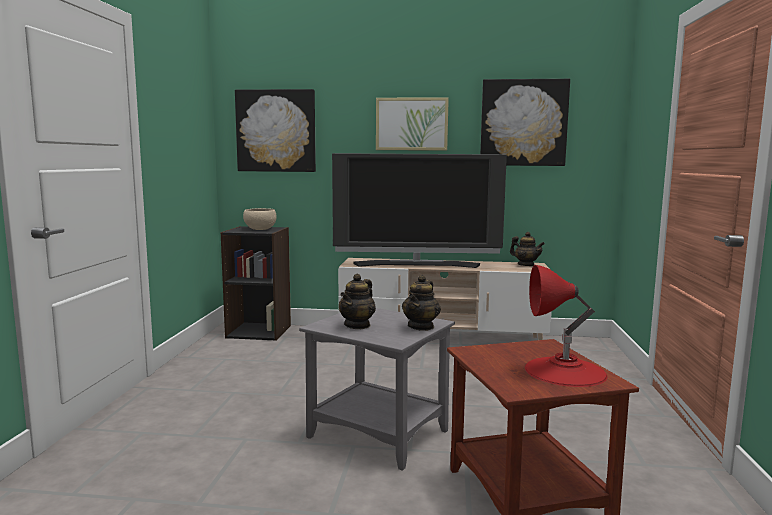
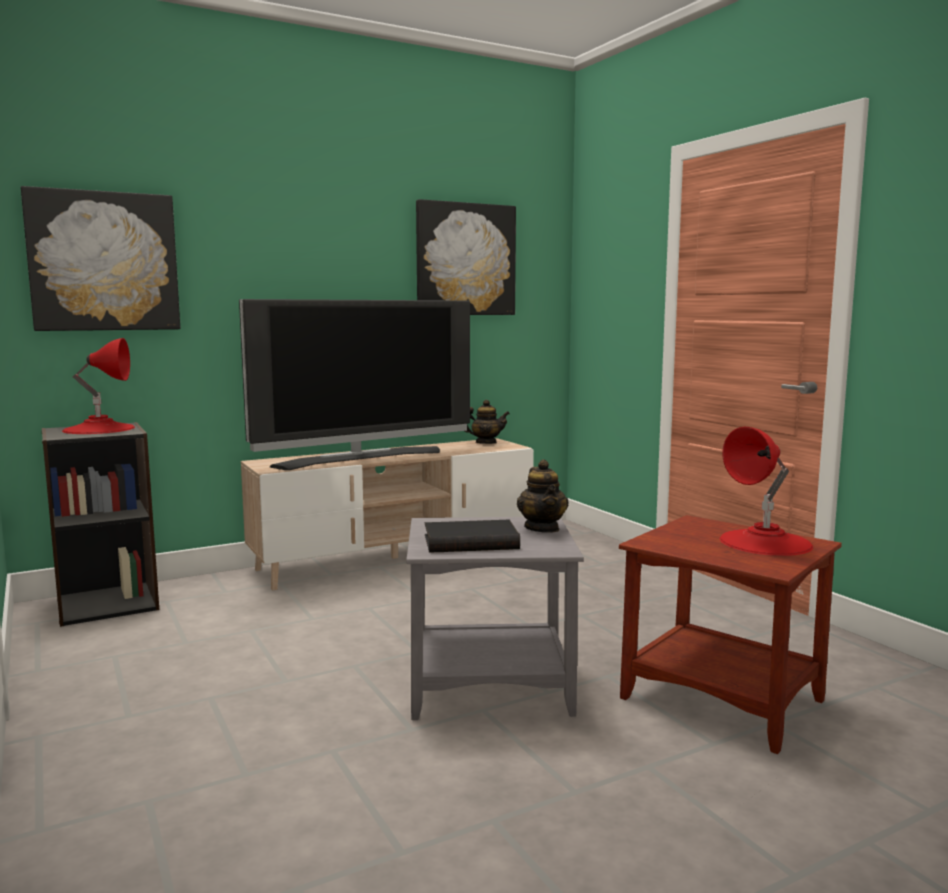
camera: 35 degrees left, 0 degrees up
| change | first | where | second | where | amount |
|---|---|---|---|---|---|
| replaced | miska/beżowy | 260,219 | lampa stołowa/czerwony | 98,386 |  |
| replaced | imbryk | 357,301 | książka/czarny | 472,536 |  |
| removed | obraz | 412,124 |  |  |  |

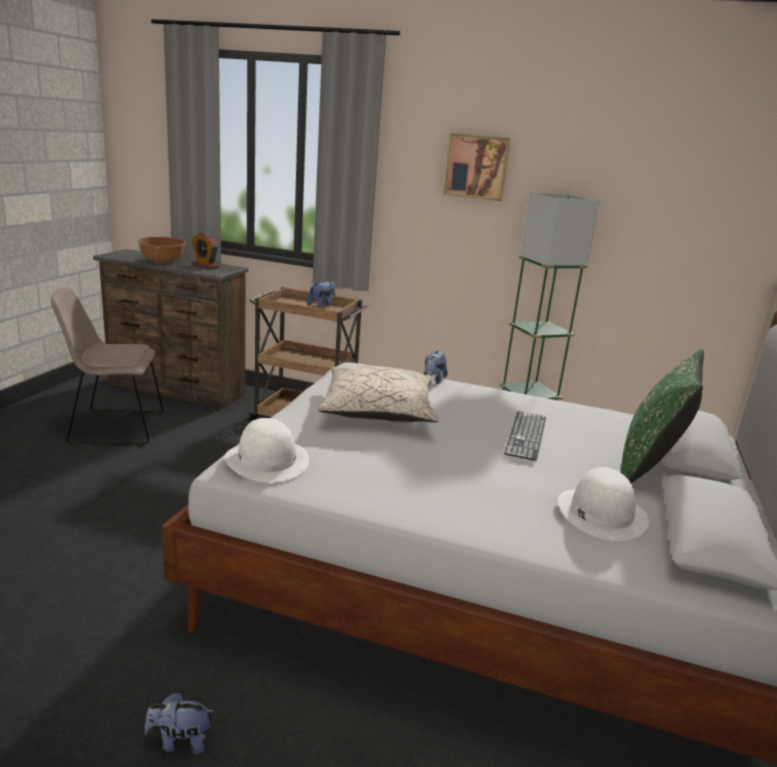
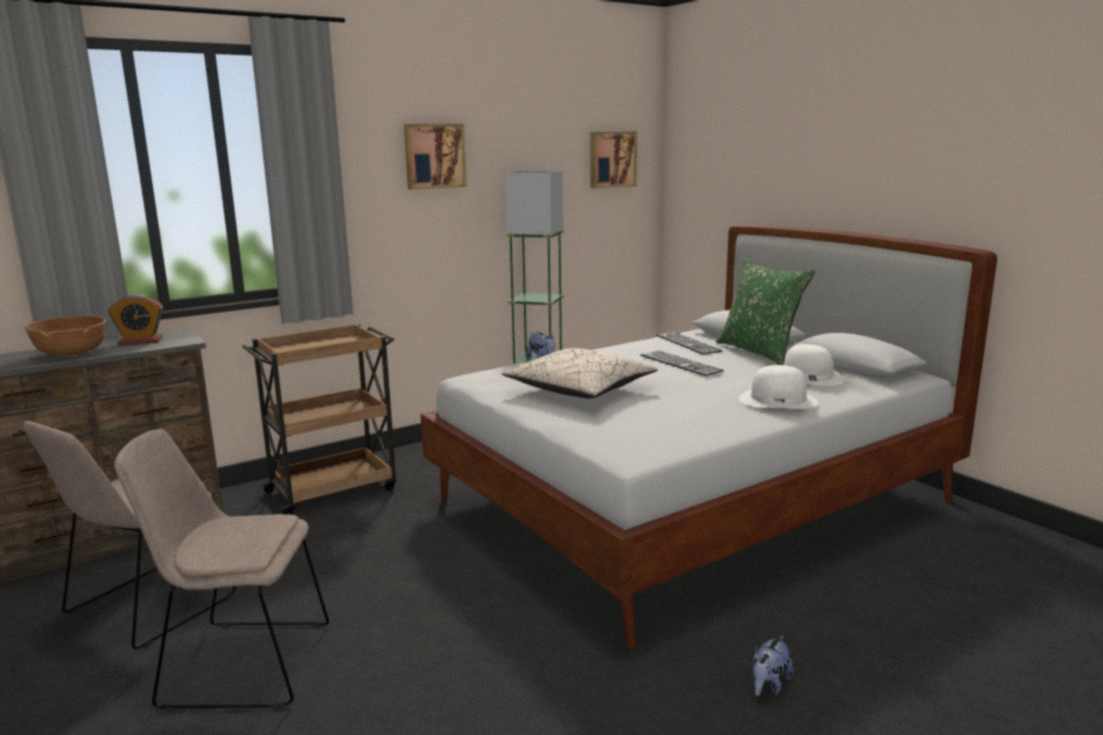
camera: 50 degrees left, 5 degrees down
| change | first | where | second | where | amount |
|---|---|---|---|---|---|
| moved | kapelusz/biały | 267,450 |  | 778,387 |  |
| removed | pluszak | 321,293 |  |  |  |
| added |  |  | krzesło/beżowy | 221,570 |  |
| added |  |  | obraz | 614,160 |  |
| added |  |  | klawiatura | 689,343 |  |

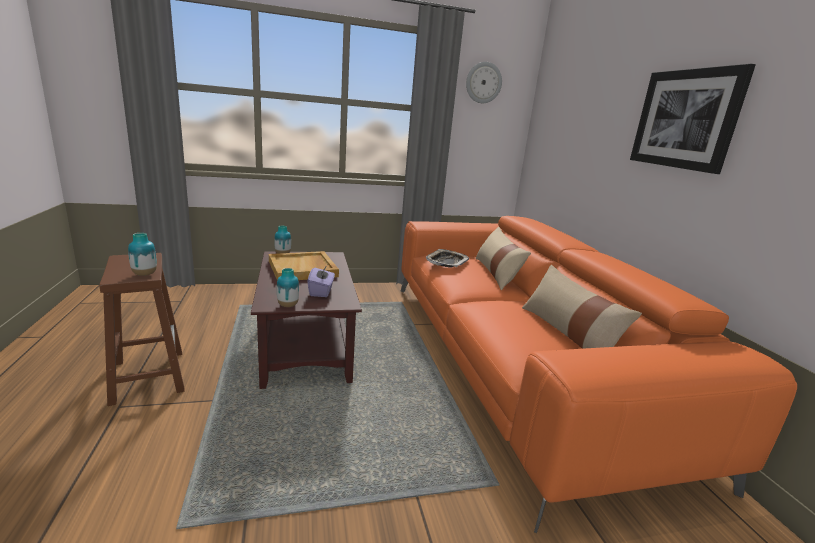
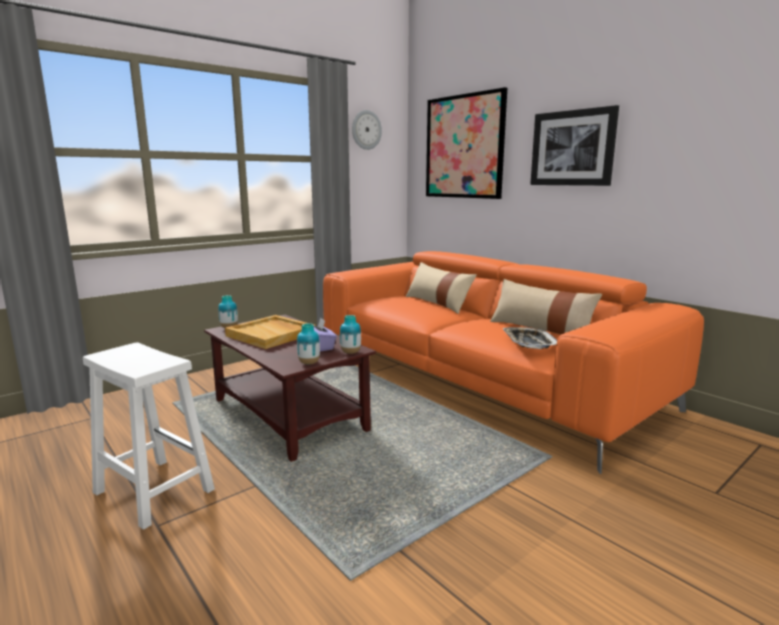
camera: 25 degrees left, 5 degrees down
| change | first | where | second | where | amount |
|---|---|---|---|---|---|
| recoloured | stołek/brązowy | 142,329 | stołek/biały | 149,436 |  |
| moved | wazon | 142,254 |  | 350,334 |  |
| moved | taca | 447,258 |  | 530,338 |  |
| added |  |  | obraz | 466,143 |  |

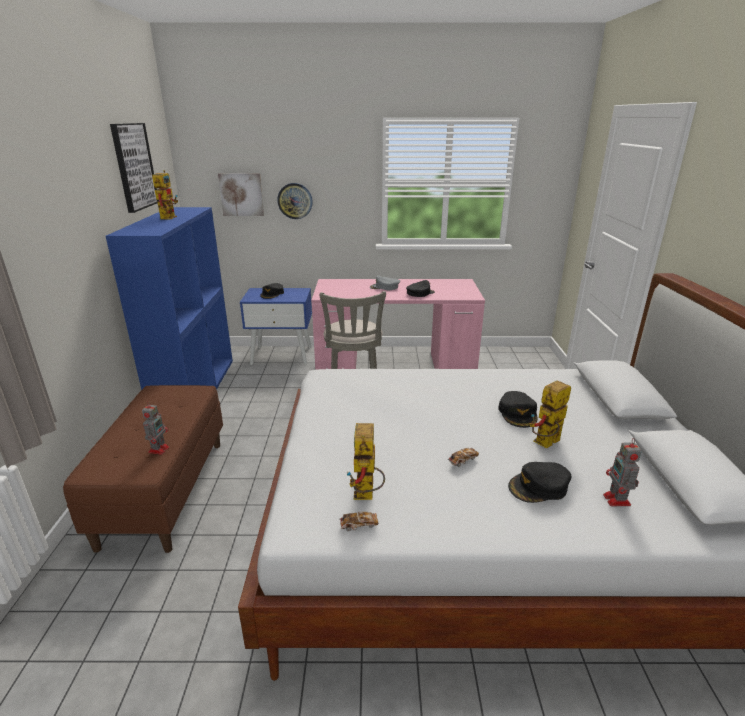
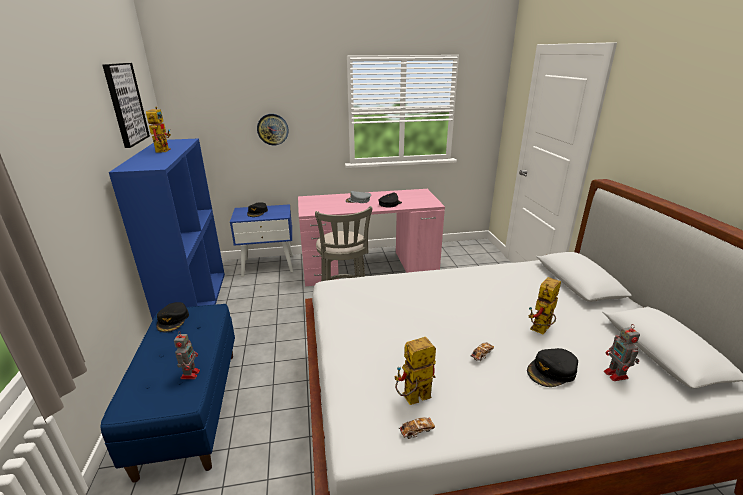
camera: 10 degrees left, 0 degrees up
| change | first | where | second | where | amount |
|---|---|---|---|---|---|
| recoloured | ławka/brązowy | 143,469 | ławka/niebieski | 167,393 |  |
| removed | obraz | 241,194 |  |  |  |
| turned | robot zabawkowy | 366,461 |  | 415,371 | 75 degrees clockwise |
| moved | czapka z daszkiem/czarny | 517,409 |  | 172,317 |  |

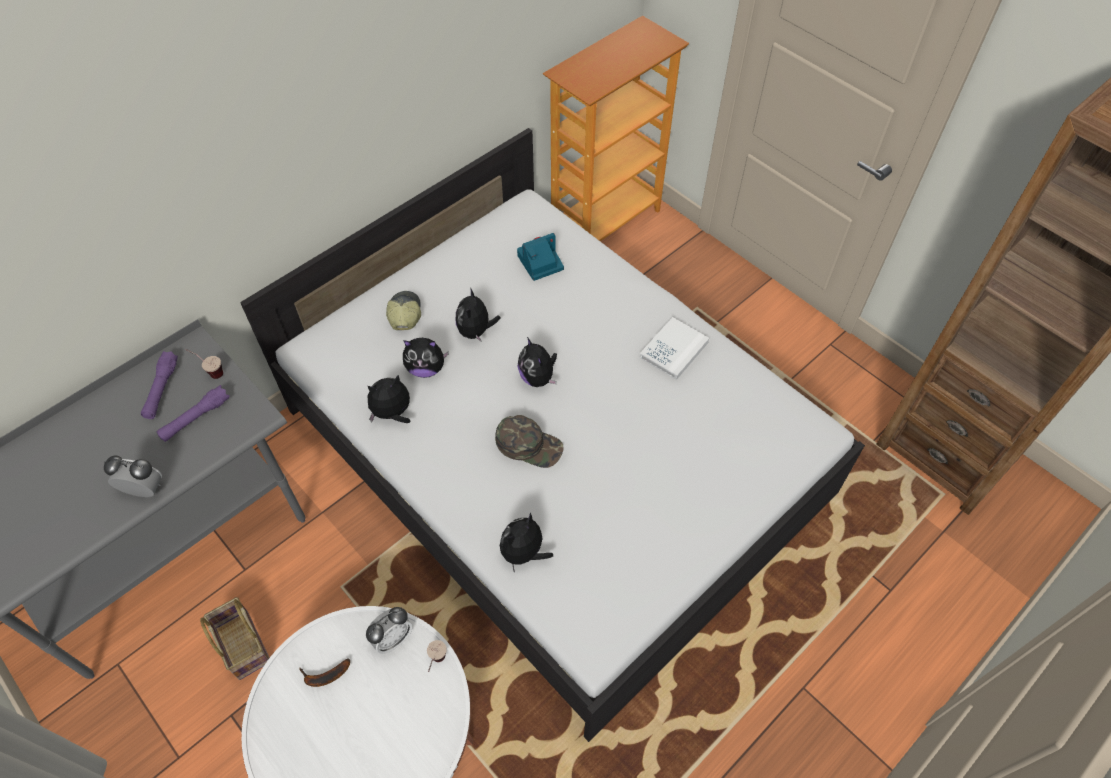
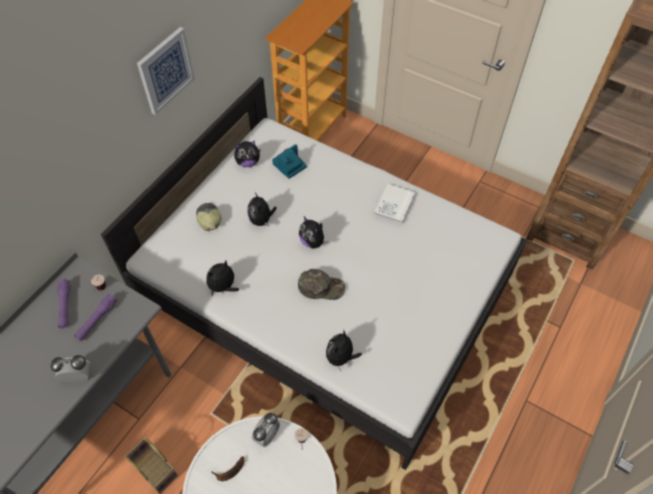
camera: 15 degrees left, 0 degrees up
| change | first | where | second | where | amount |
|---|---|---|---|---|---|
| moved | pluszak | 426,358 |  | 247,154 |  |
| added |  |  | obraz | 166,71 |  |

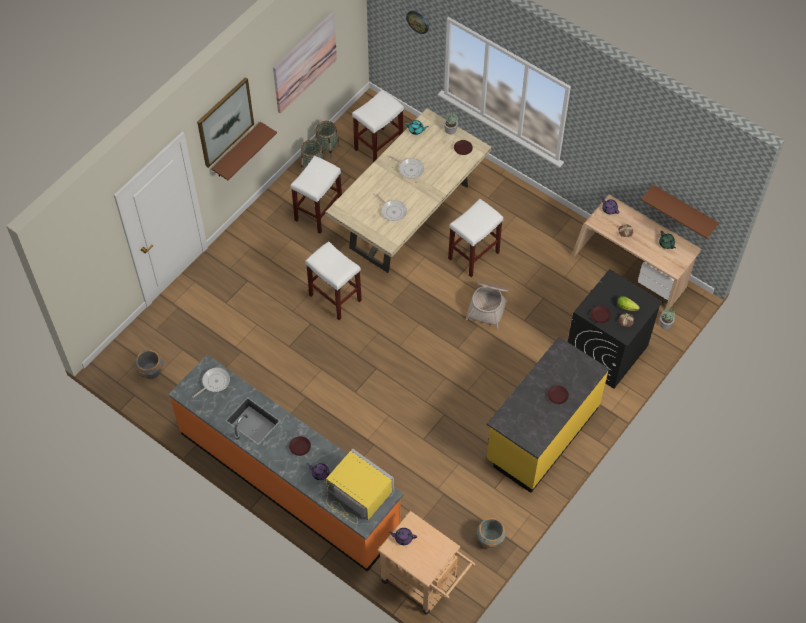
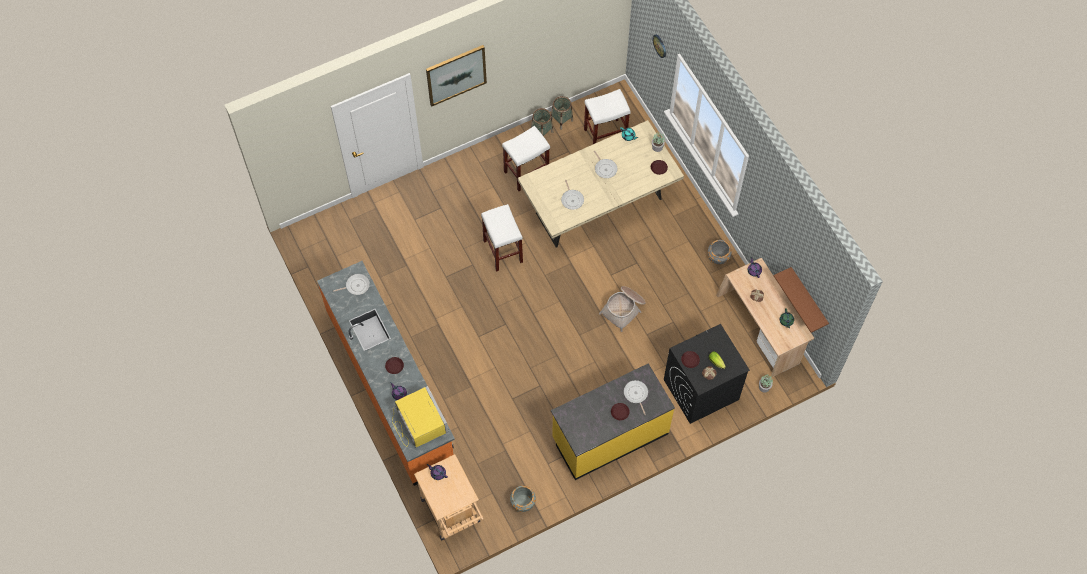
camera: 25 degrees right, 5 degrees up
| change | first | where | second | where | amount |
|---|---|---|---|---|---|
| moved | donica/szary | 149,364 |  | 720,252 |  |
| removed | półka/brązowy | 244,151 |  |  |  |
| removed | obraz | 305,63 |  |  |  |
| removed | stołek/biały | 475,238 |  |  |  |
| added |  |  | patelnia | 636,397 |  |

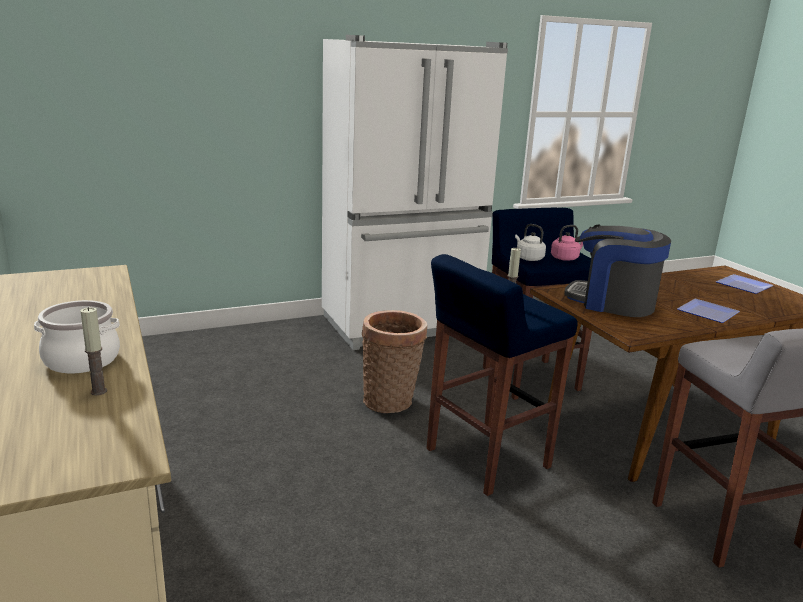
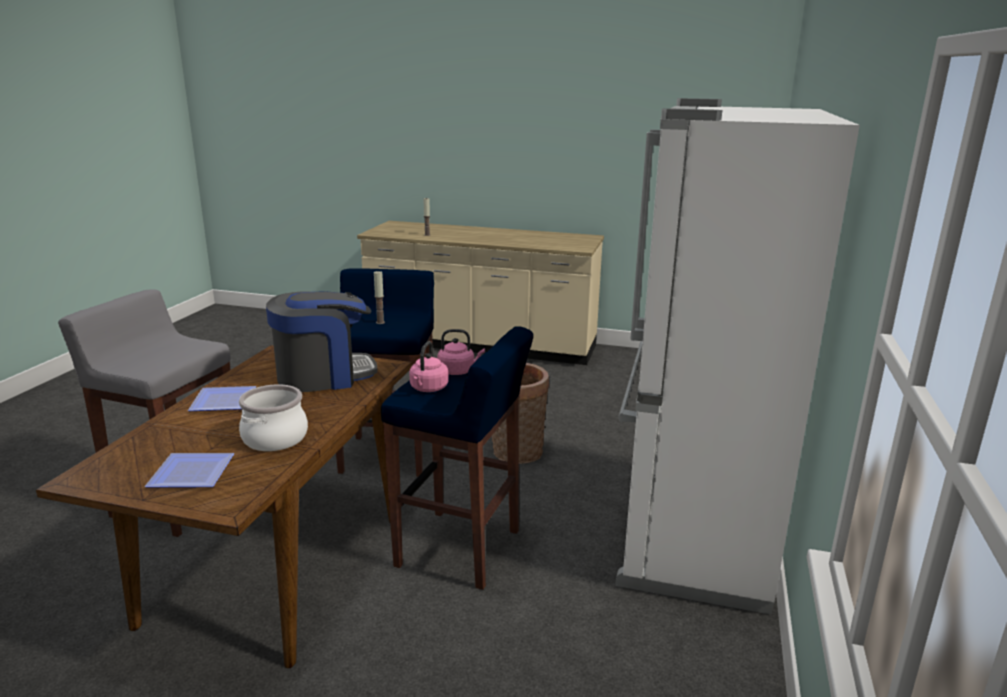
camera: 130 degrees right, 0 degrees up
| change | first | where | second | where | amount |
|---|---|---|---|---|---|
| moved | garnek | 77,336 |  | 273,417 |  |
| recoloured | czajnik/biały | 530,242 | czajnik/różowy | 461,352 |  |

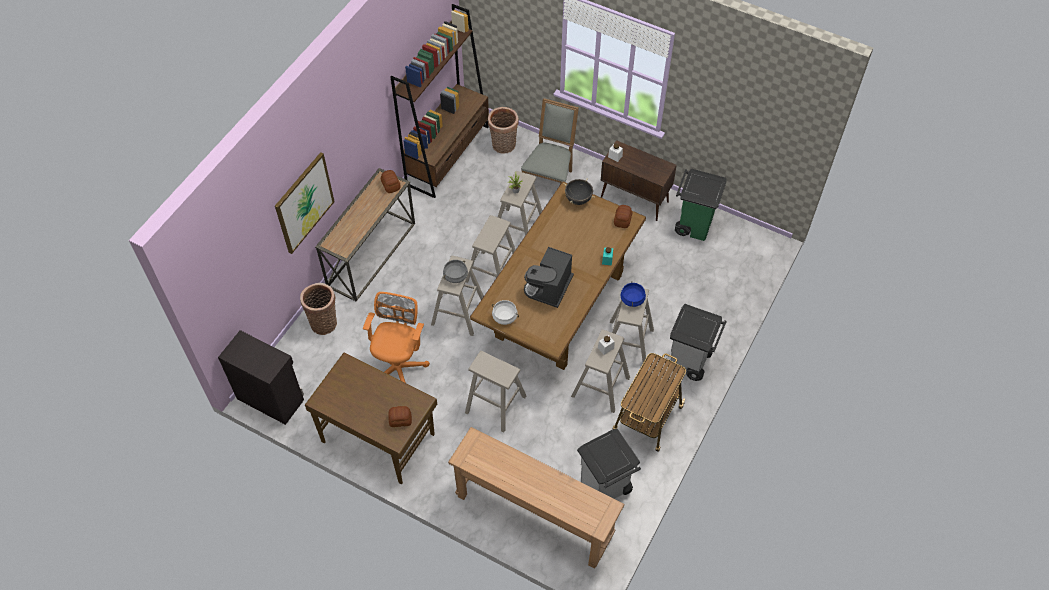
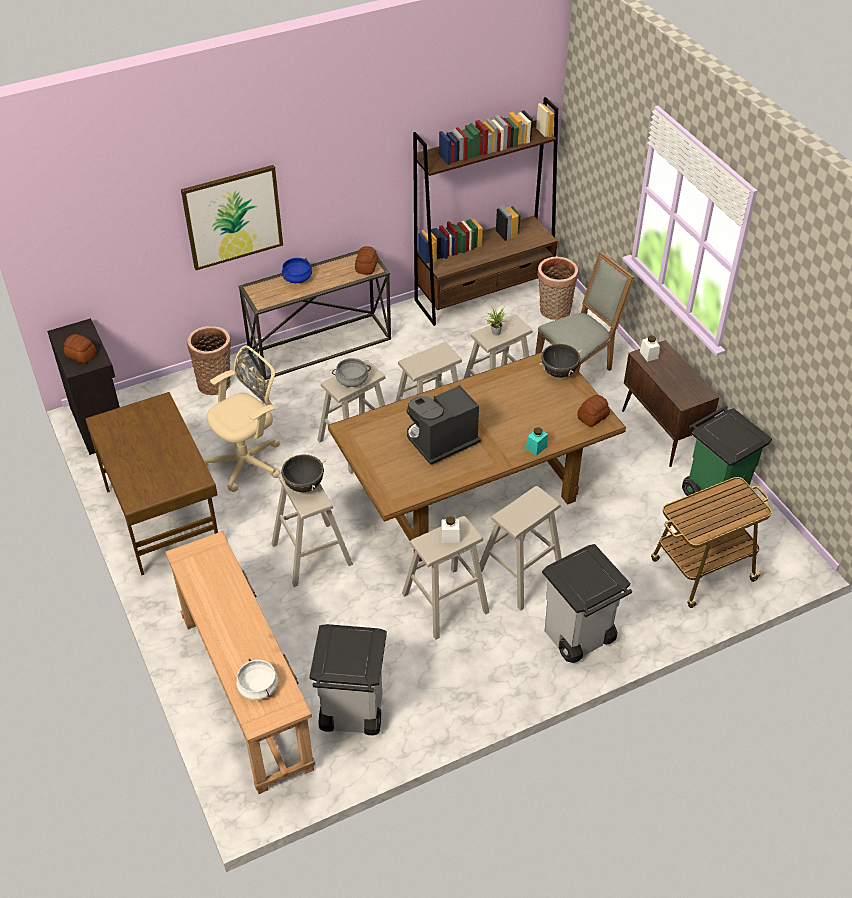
camera: 35 degrees right, 10 degrees down
| change | first | where | second | where | amount |
|---|---|---|---|---|---|
| recoloured | krzesło biurowe/pomarańczowy | 396,337 | krzesło biurowe/beżowy | 241,418 |  |
| moved | chleb | 400,416 |  | 80,349 |  |
| moved | garnek/biały | 505,312 |  | 257,679 |  |
| moved | wózek | 649,402 |  | 711,542 |  |
| moved | garnek/niebieski | 633,294 |  | 297,270 |  |
| added |  |  | garnek/czarny | 302,473 |  |

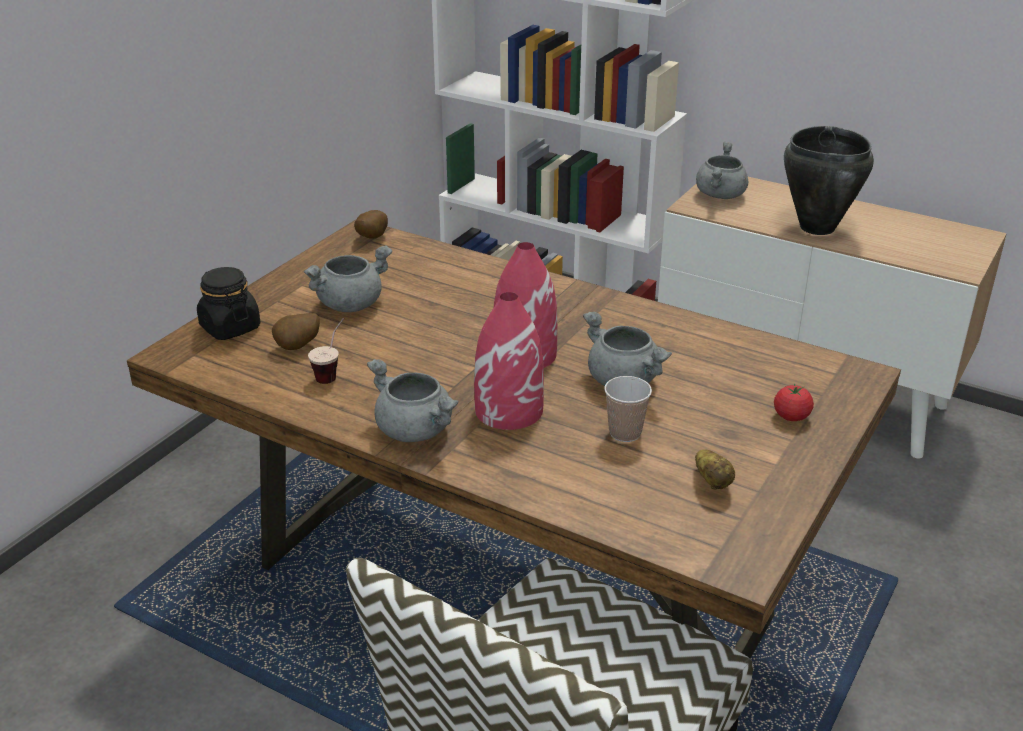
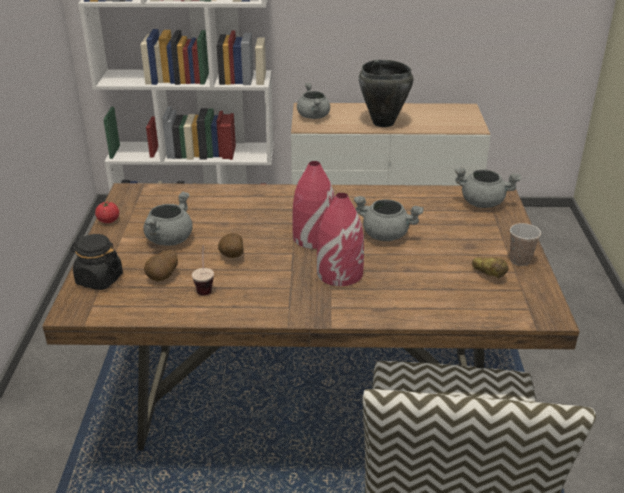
camera: 30 degrees left, 0 degrees up
| change | first | where | second | where | amount |
|---|---|---|---|---|---|
| moved | ziemniak | 371,224 |  | 231,245 |  |
| moved | garnek/szary | 413,400 |  | 488,187 |  |
| moved | filiżanka | 628,409 |  | 525,244 |  |
| moved | pomidor | 794,402 |  | 107,212 |  |

